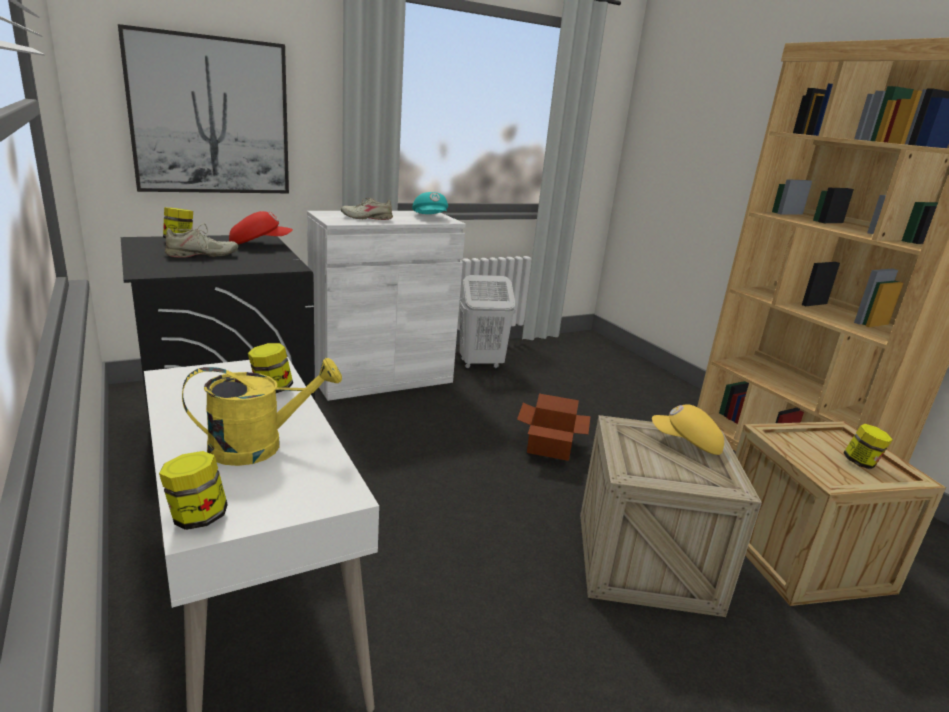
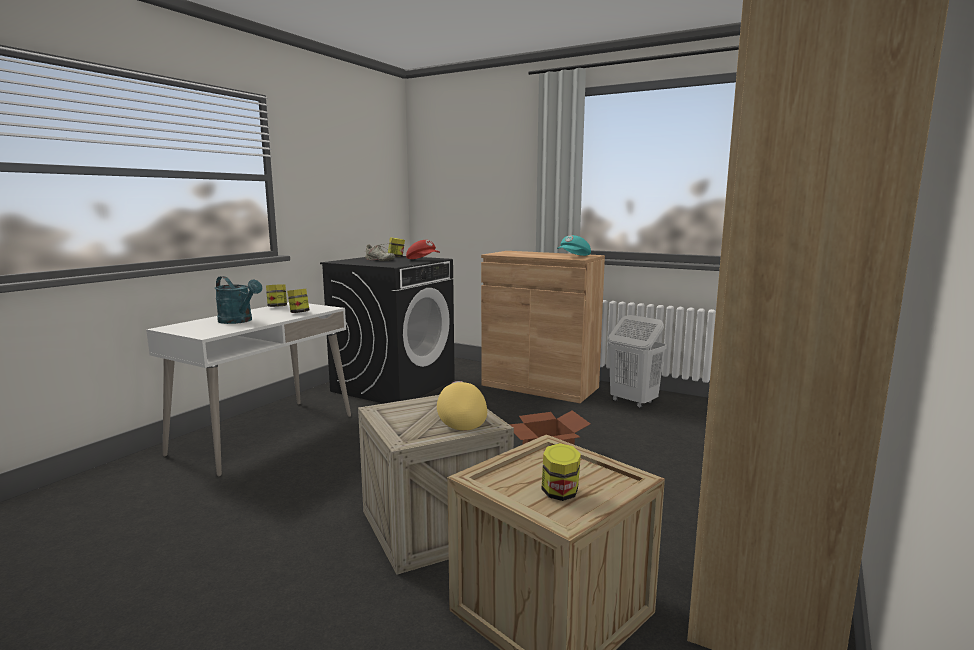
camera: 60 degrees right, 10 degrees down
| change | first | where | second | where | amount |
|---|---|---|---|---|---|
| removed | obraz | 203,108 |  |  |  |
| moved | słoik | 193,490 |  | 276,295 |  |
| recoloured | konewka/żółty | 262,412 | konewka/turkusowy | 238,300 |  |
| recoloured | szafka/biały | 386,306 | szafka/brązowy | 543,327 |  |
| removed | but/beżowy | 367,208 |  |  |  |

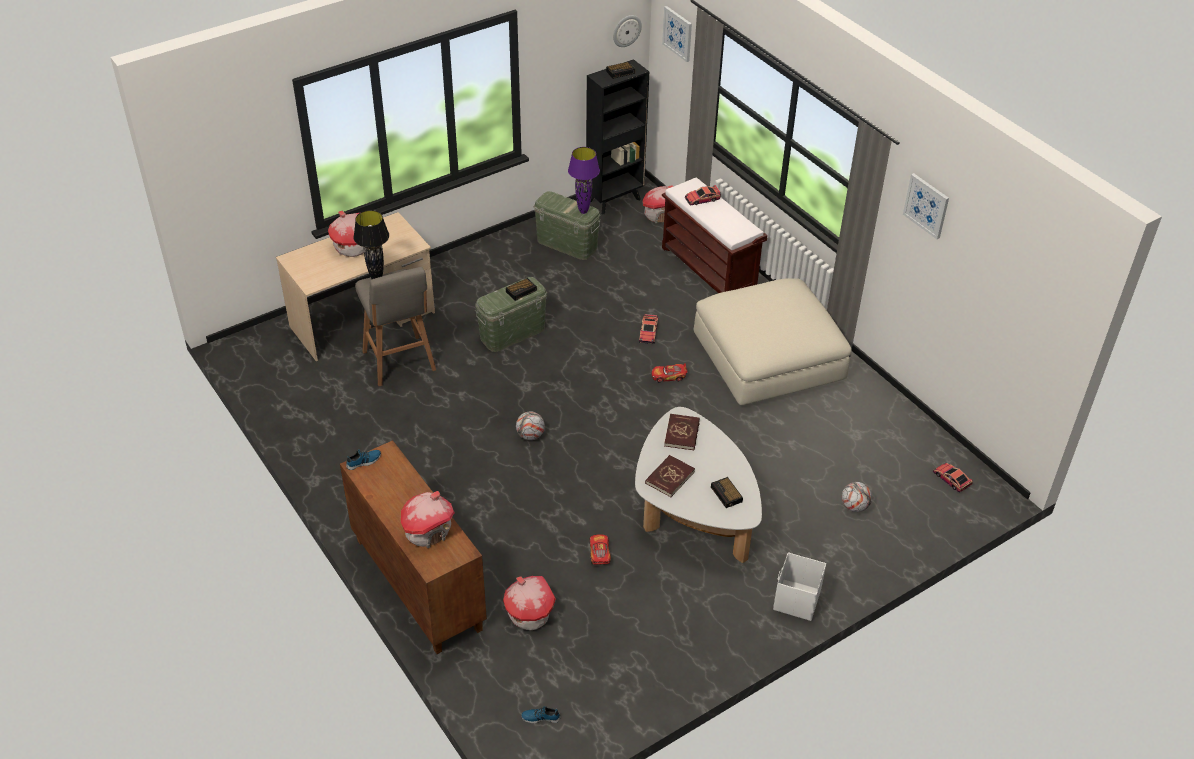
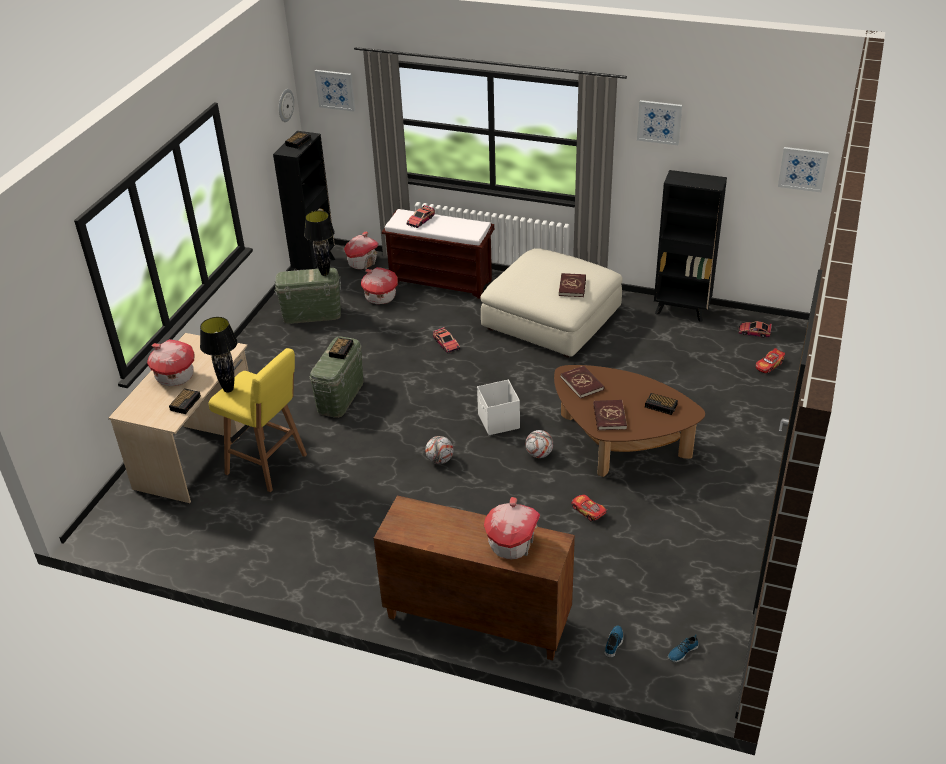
camera: 35 degrees left, 5 degrees down
| change | first | where | second | where | amount |
|---|---|---|---|---|---|
| moved | but | 363,459 |  | 613,642 |  |
| recoloured | stołek/szary | 395,326 | stołek/żółty | 257,420 |  |
| moved | domek | 529,603 |  | 379,285 |  |
| recoloured | lampa stołowa/fioletowy | 584,180 | lampa stołowa/czarny | 319,243 |  |
| recoloured | ława/biały | 698,485 | ława/brązowy | 629,421 |  |
| moved | samochodzik | 669,372 |  | 770,360 |  |
| moved | pojemnik do przechowywania/biały | 799,586 |  | 498,407 |  |
| moved | piłka futbolowa | 857,497 |  | 539,444 |  |
| added |  |  | budzik | 185,401 |  |
| added |  |  | książka/czerwony | 572,285 |  |
| added |  |  | regał/czarny | 690,246 |  |
| added |  |  | obraz | 803,169 |  |

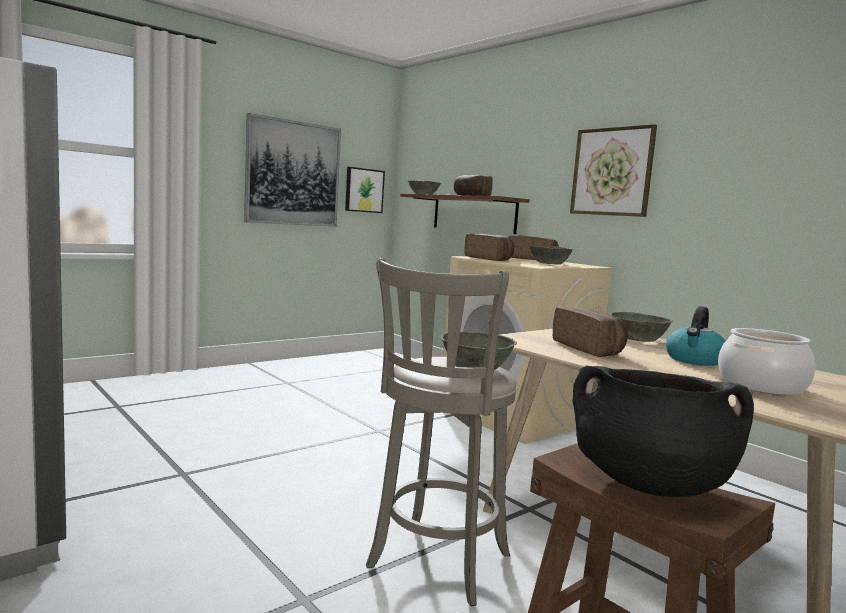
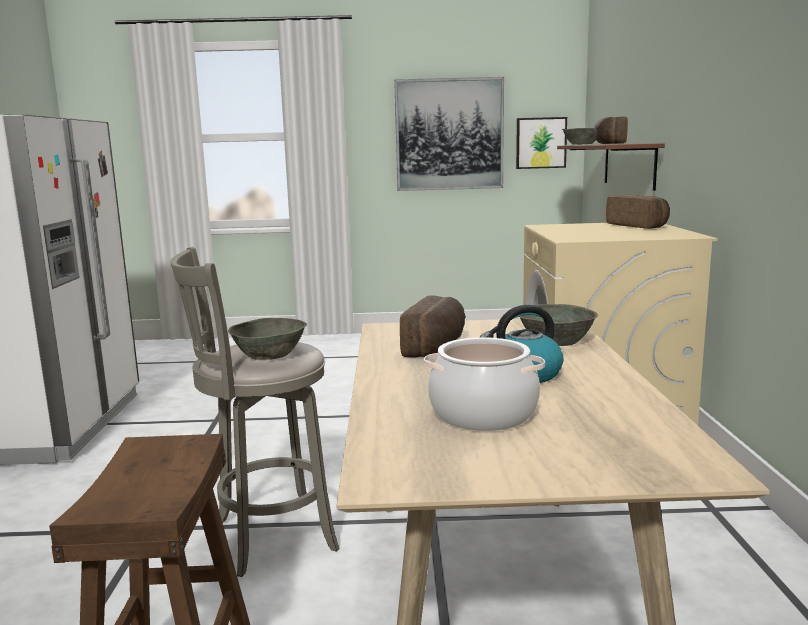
camera: 40 degrees right, 5 degrees up
| change | first | where | second | where | amount |
|---|---|---|---|---|---|
| removed | chleb | 489,247 |  |  |  |
| removed | miska/szary | 551,255 |  |  |  |
| removed | obraz | 613,170 |  |  |  |
| removed | garnek/czarny | 663,431 |  |  |  |

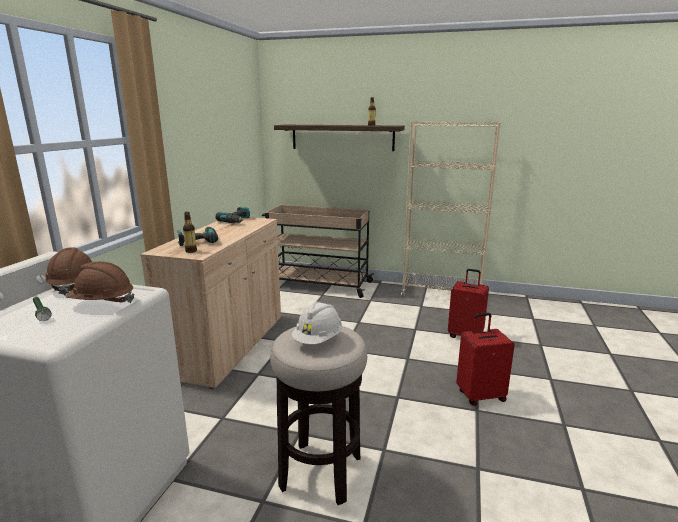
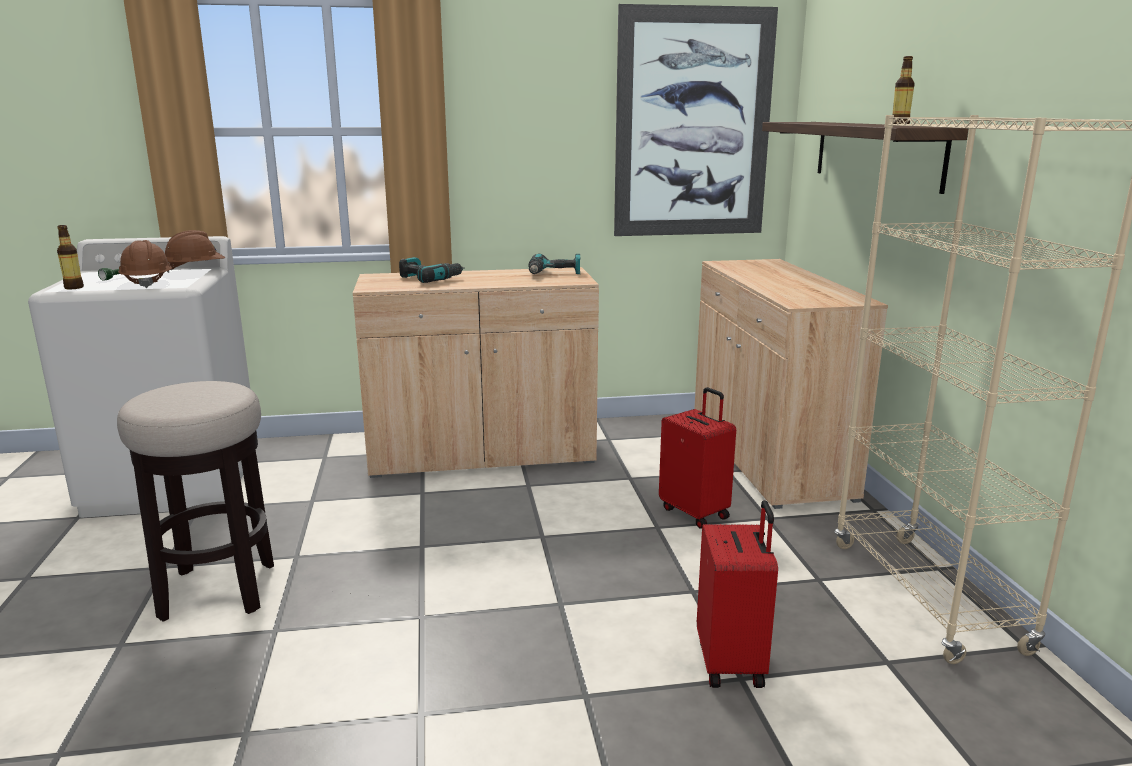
camera: 65 degrees right, 0 degrees up
| change | first | where | second | where | amount |
|---|---|---|---|---|---|
| moved | butelka | 190,232 |  | 70,257 |  |
| replaced | wózek/beżowy | 318,251 | szafka/beżowy | 791,384 |  |
| removed | kask/biały | 316,323 |  |  |  |
| moved | walizka/czerwony | 485,359 |  | 697,457 |  |
| added |  |  | obraz | 696,120 |  |

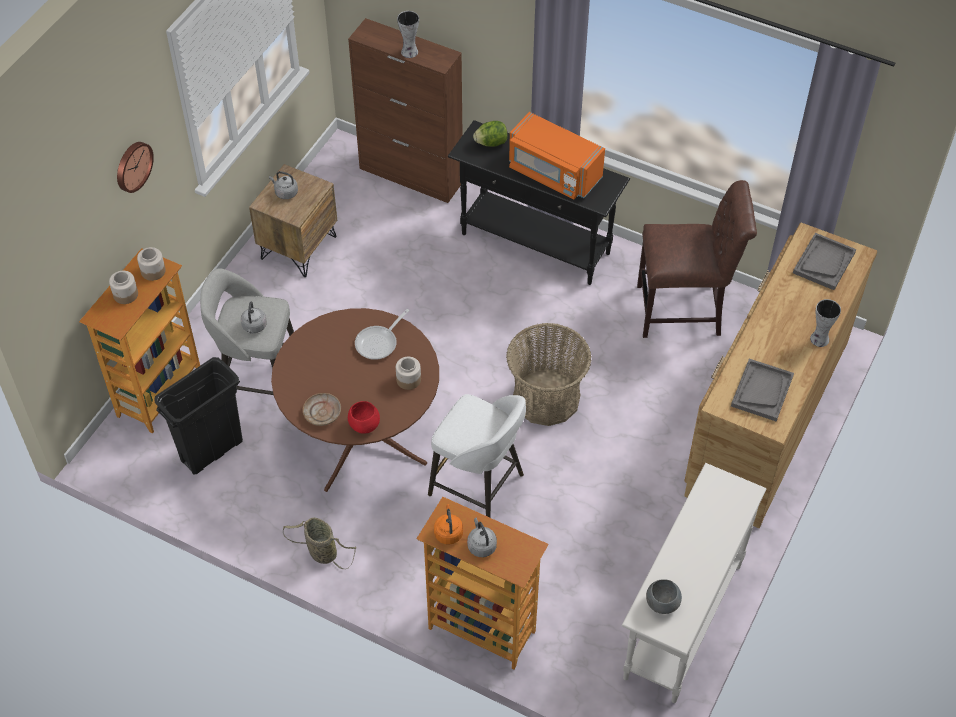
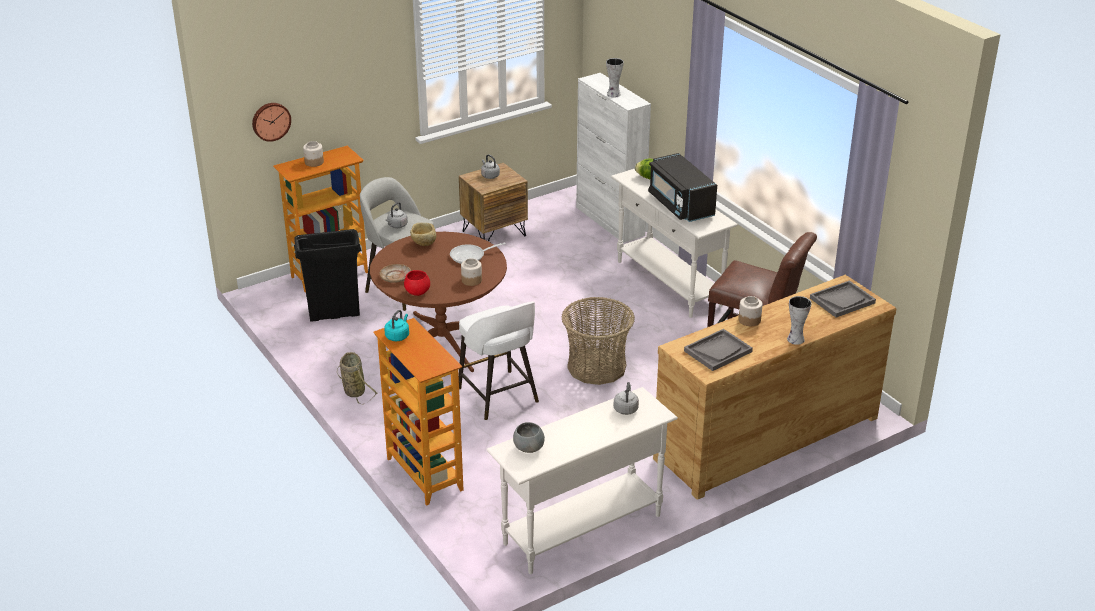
camera: 30 degrees right, 20 degrees down
| change | first | where | second | where | amount |
|---|---|---|---|---|---|
| moved | zegar ścienny | 135,167 |  | 271,122 |  |
| moved | słoik | 151,264 |  | 751,311 |  |
| recoloured | szafka/brązowy | 405,110 | szafka/biały | 613,158 |  |
| recoloured | czajnik/pomarańczowy | 448,524 | czajnik/turkusowy | 396,325 |  |
| recoloured | stolik konsolowy/czarny | 539,202 | stolik konsolowy/biały | 674,243 |  |
| moved | czajnik/szary | 482,537 |  | 626,398 |  |
| recoloured | mikrofalówka/pomarańczowy | 557,156 | mikrofalówka/czarny | 682,187 |  |
| added |  |  | miska/beżowy | 423,234 |  |

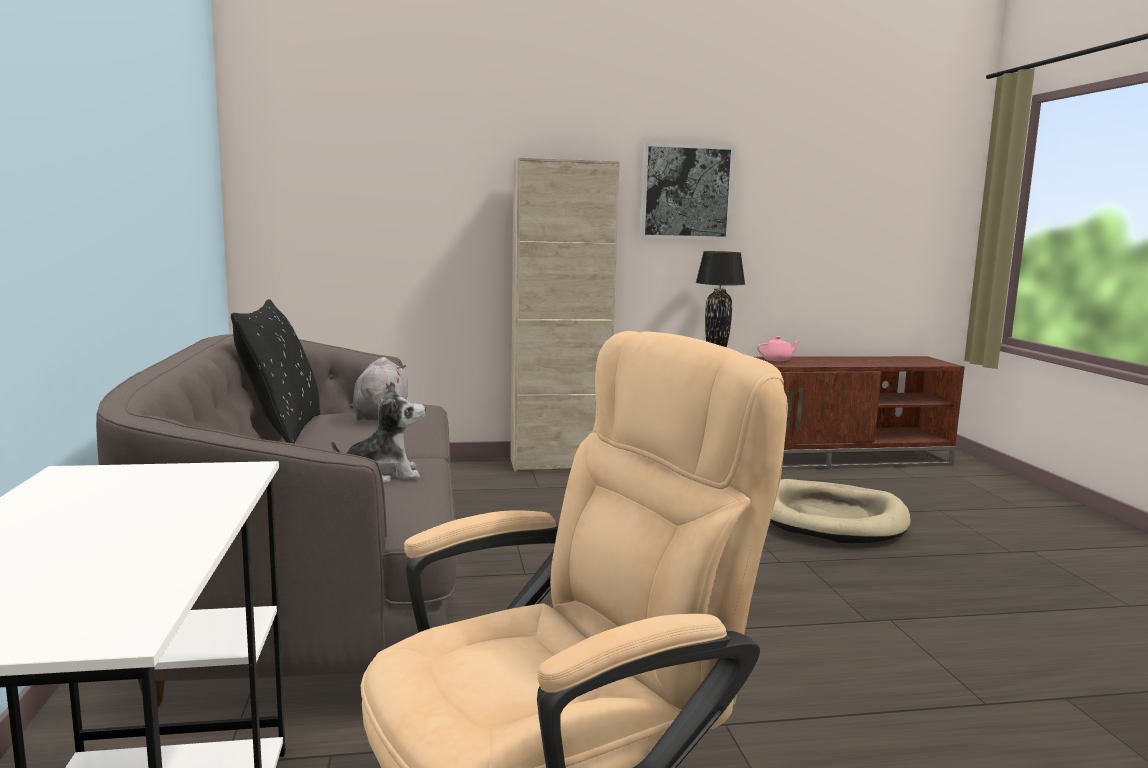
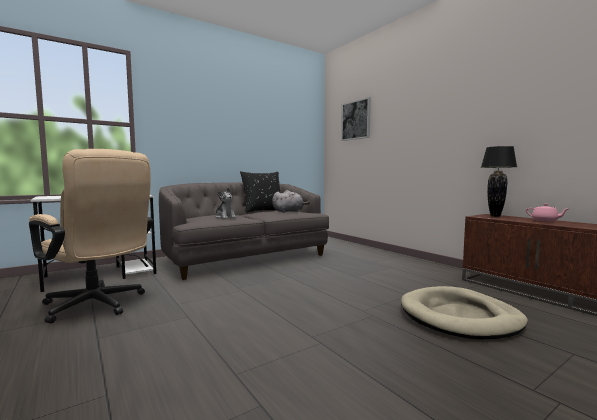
camera: 65 degrees right, 5 degrees down
| change | first | where | second | where | amount |
|---|---|---|---|---|---|
| removed | szafka/beżowy | 565,314 |  |  |  |
| moved | obraz | 687,191 |  | 356,119 |  |

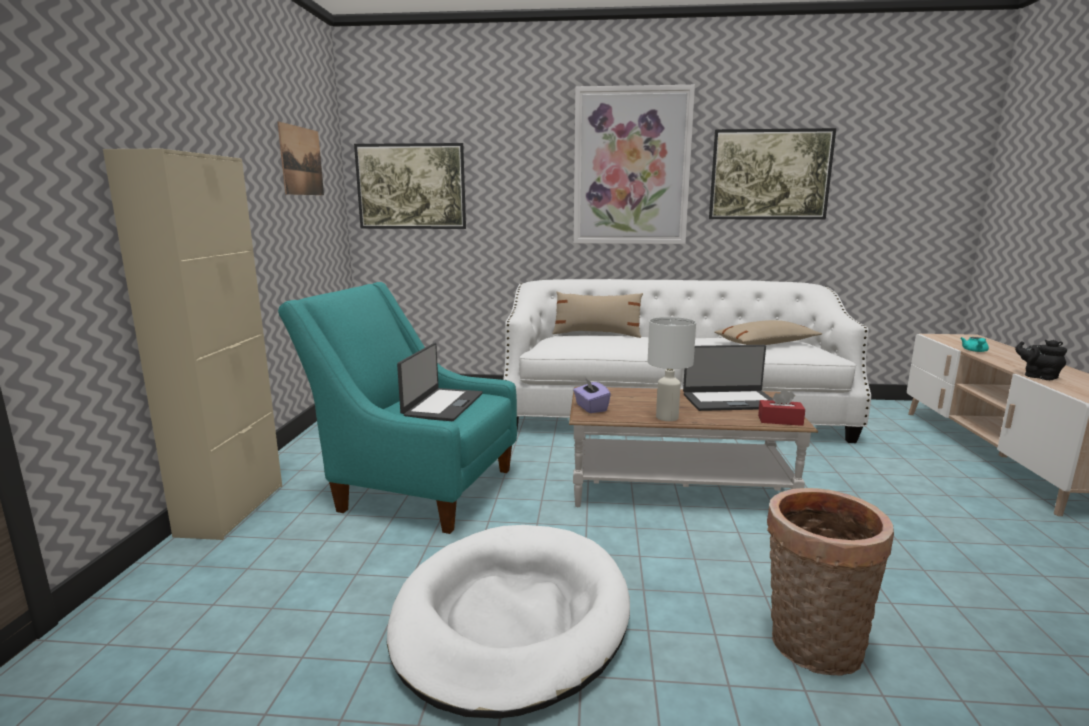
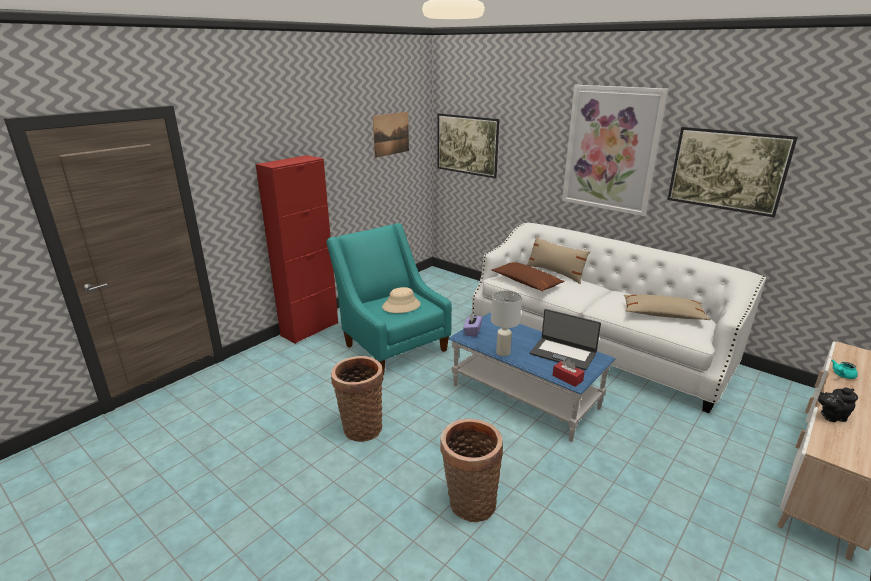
camera: 35 degrees right, 10 degrees up
| change | first | where | second | where | amount |
|---|---|---|---|---|---|
| recoloured | szafka/beżowy | 192,344 | szafka/czerwony | 297,249 |  |
| replaced | legowisko/biały | 508,622 | koszyk | 357,399 |  |
| replaced | laptop | 440,382 | kapelusz/beżowy | 401,300 |  |
| recoloured | ława/brązowy | 693,446 | ława/niebieski | 531,377 |  |
| turned | imbryk/czarny | 1041,360 |  | 838,405 | 90 degrees counterclockwise |
| added |  |  | poduszka/brązowy | 528,276 |  |

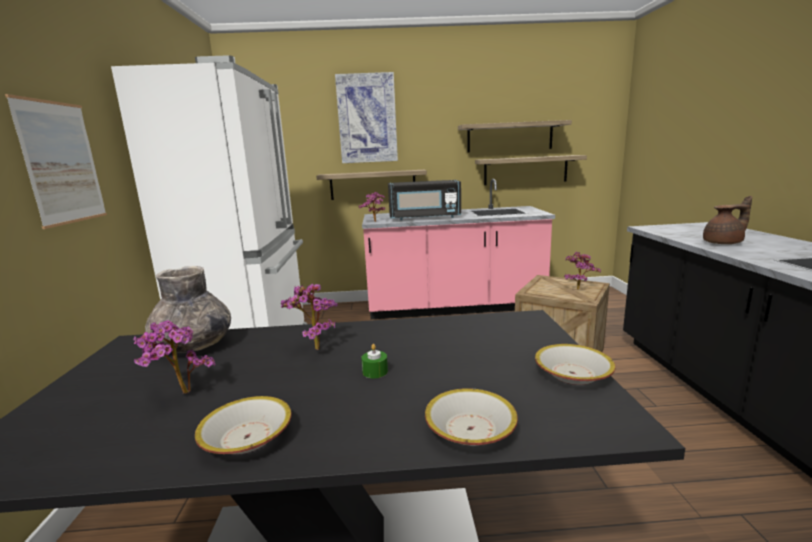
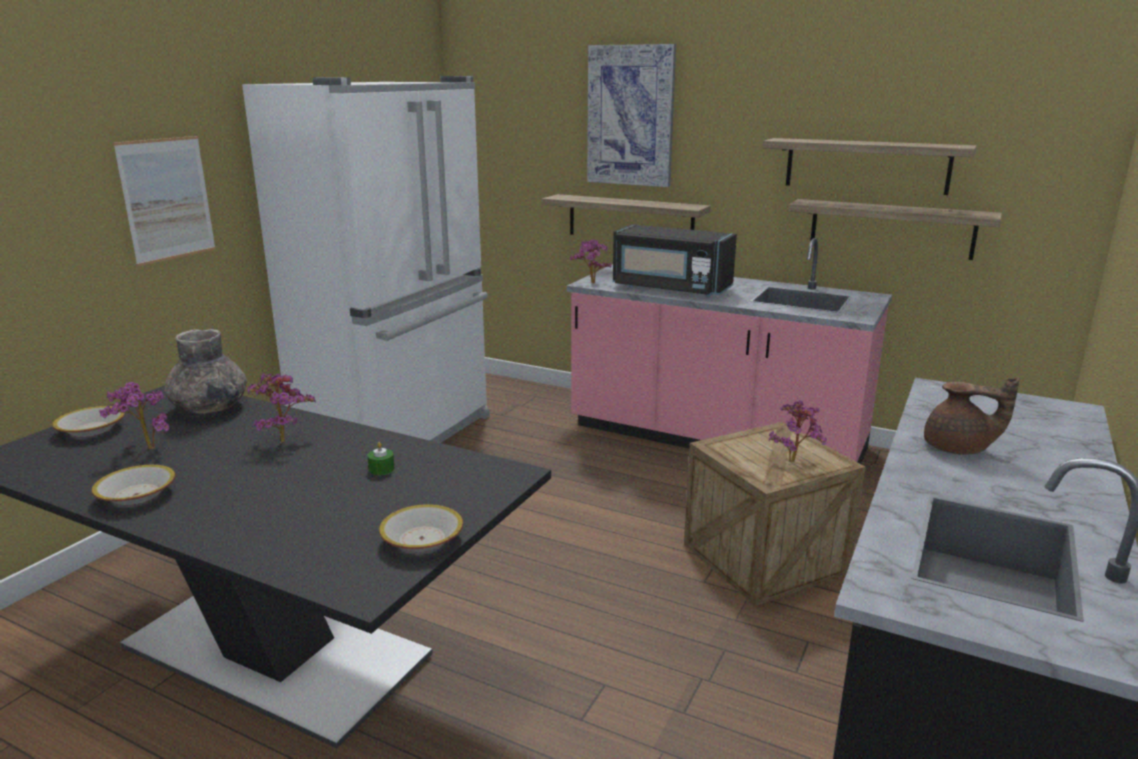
camera: 30 degrees right, 5 degrees up
| change | first | where | second | where | amount |
|---|---|---|---|---|---|
| moved | świeca/zielony | 374,361 |  | 381,458 |  |
| moved | miska | 471,417 |  | 88,421 |  |

